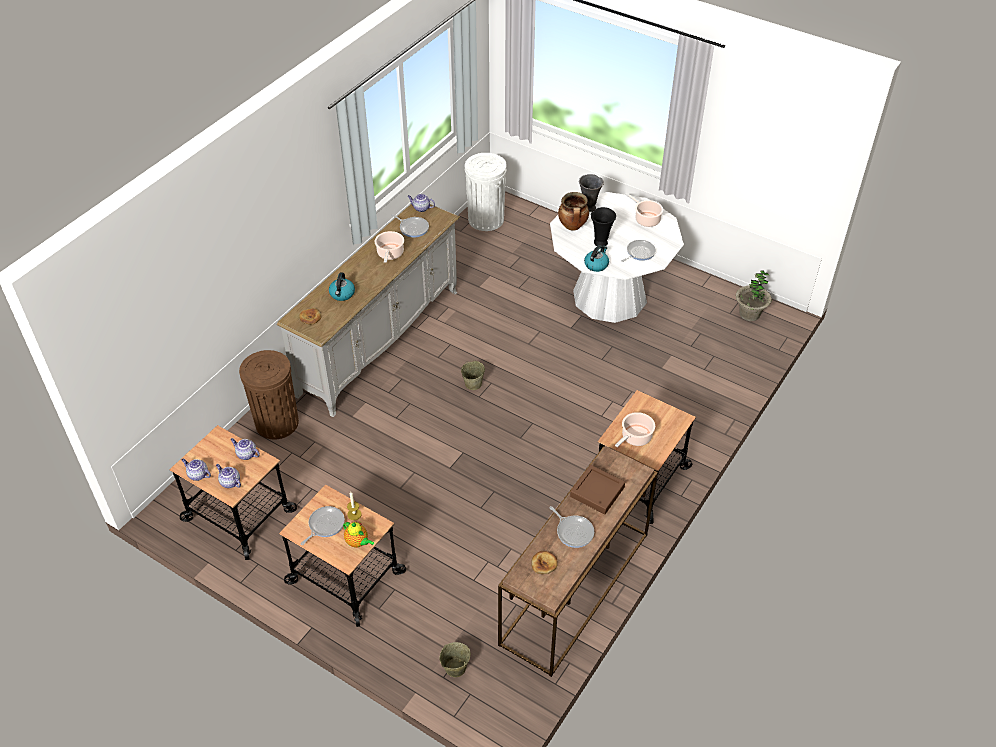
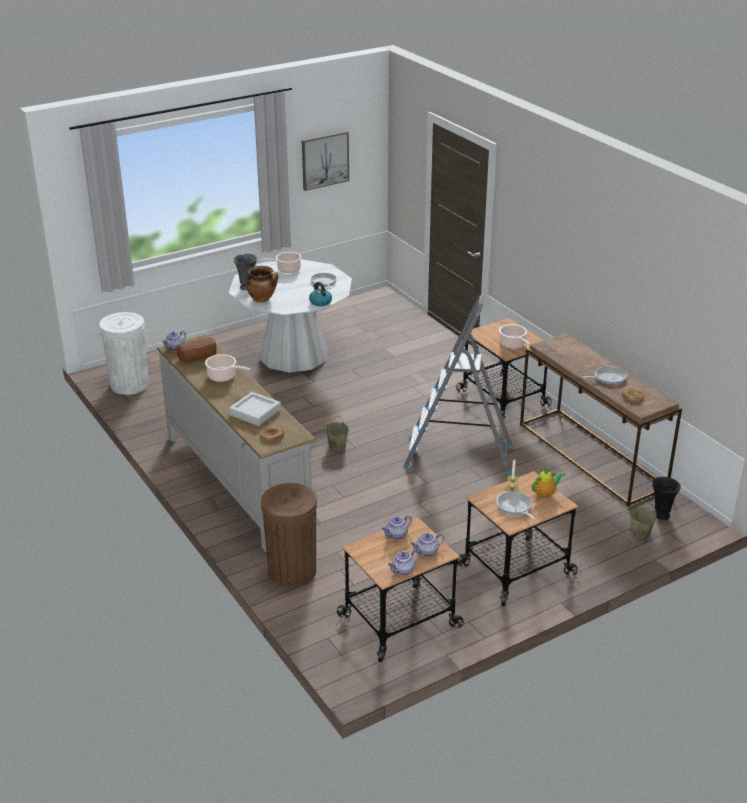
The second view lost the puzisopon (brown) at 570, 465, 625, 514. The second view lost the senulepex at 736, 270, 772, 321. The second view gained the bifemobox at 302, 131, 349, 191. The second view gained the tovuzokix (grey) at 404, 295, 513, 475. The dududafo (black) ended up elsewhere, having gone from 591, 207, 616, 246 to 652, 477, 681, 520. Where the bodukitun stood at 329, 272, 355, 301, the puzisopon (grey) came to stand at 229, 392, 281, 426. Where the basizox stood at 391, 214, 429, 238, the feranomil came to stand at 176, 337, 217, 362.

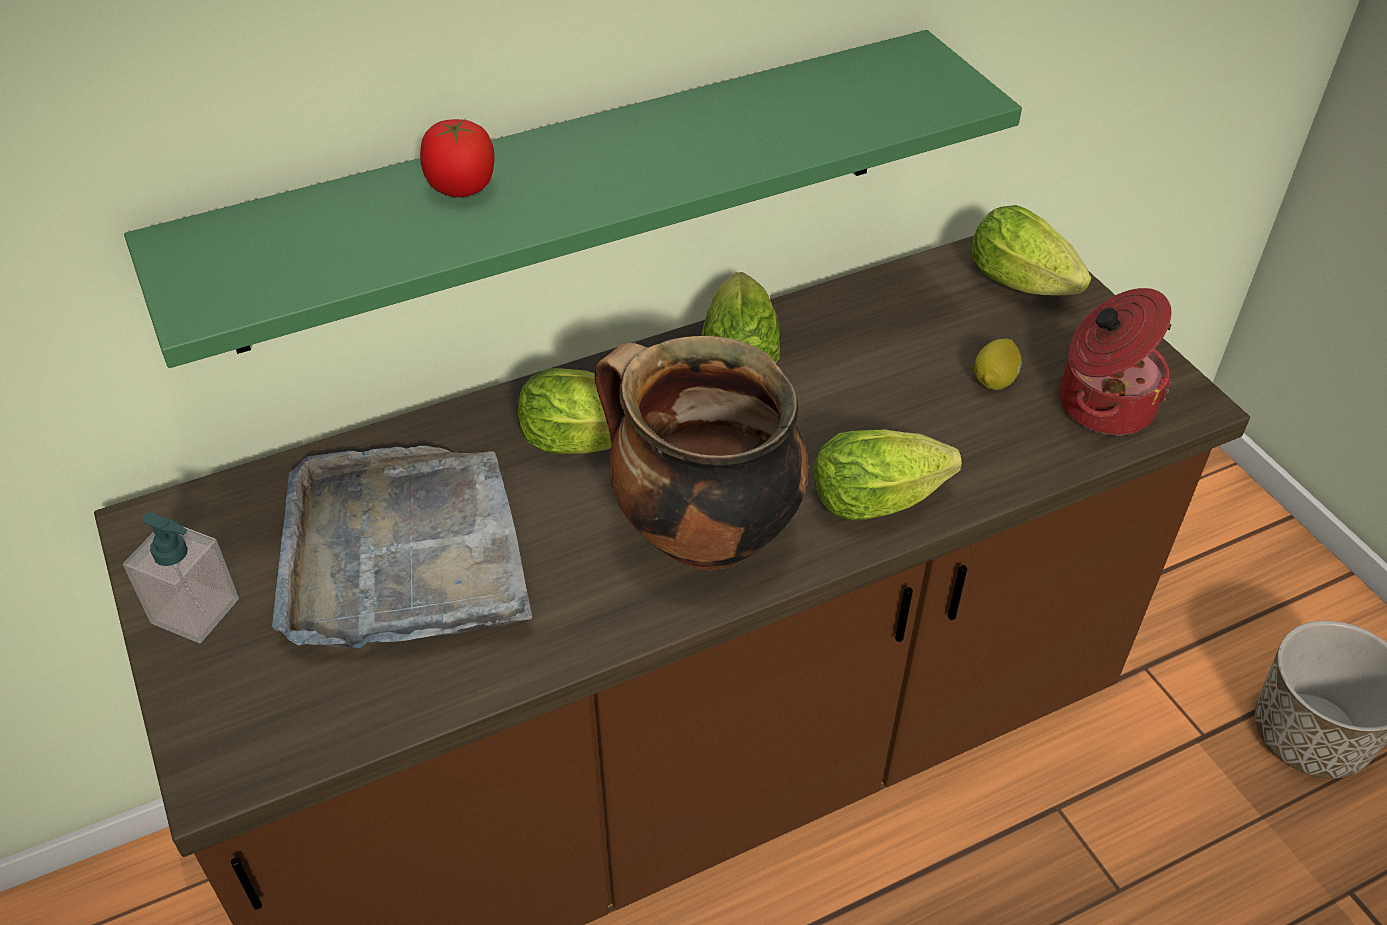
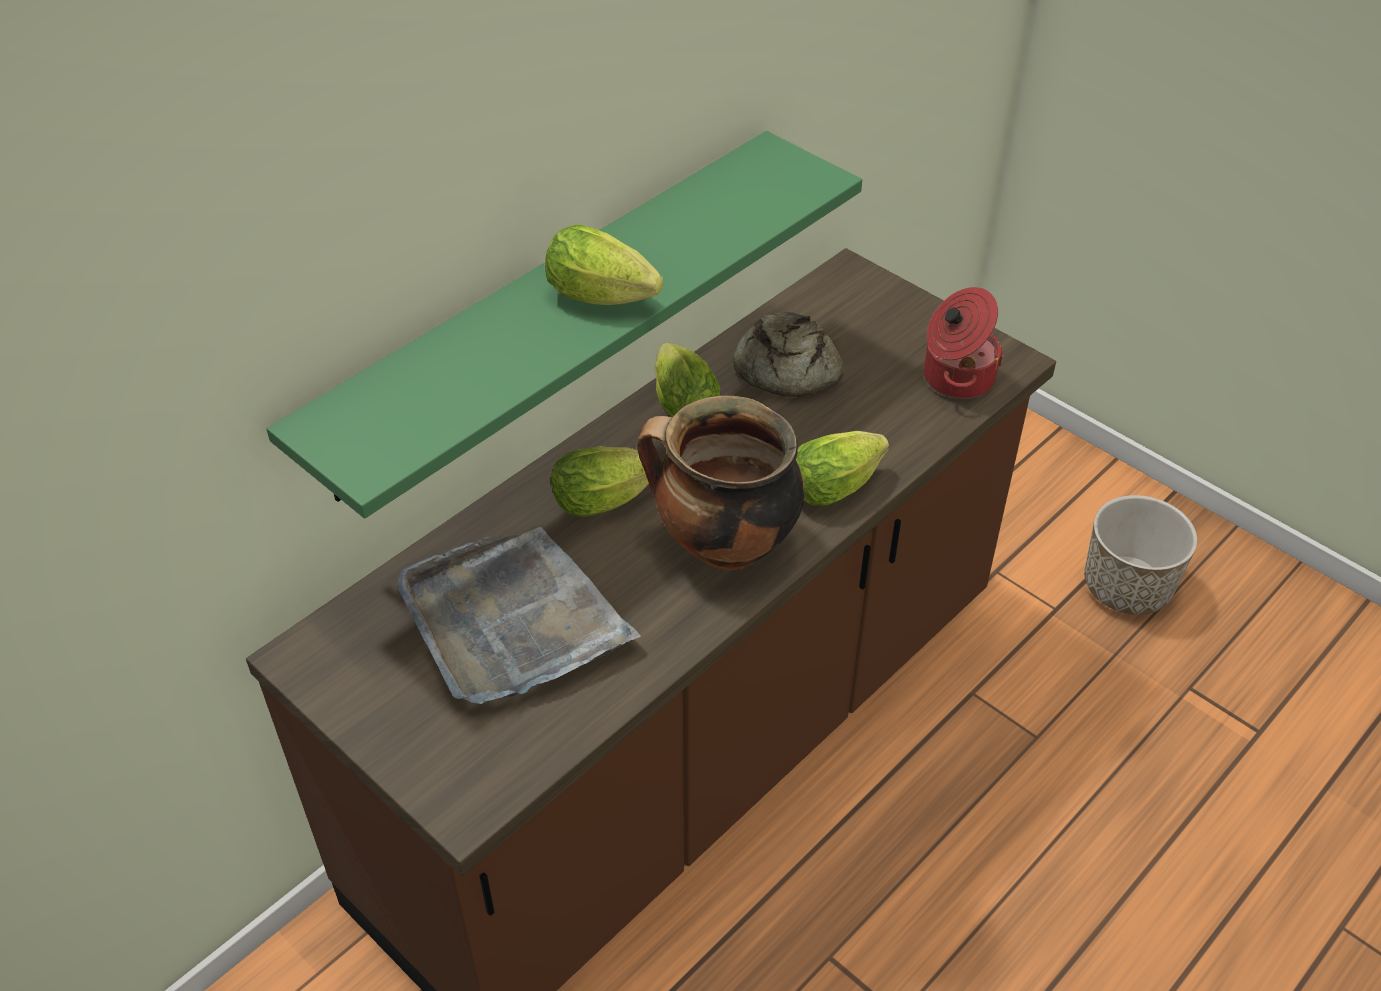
The second view lost the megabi at 123, 512, 239, 643. The second view lost the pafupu at 420, 119, 495, 197. The second view lost the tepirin at 974, 339, 1022, 390. The second view gained the feranomil at 733, 312, 844, 397. The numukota ended up elsewhere, having gone from 971, 205, 1091, 296 to 545, 224, 663, 305.

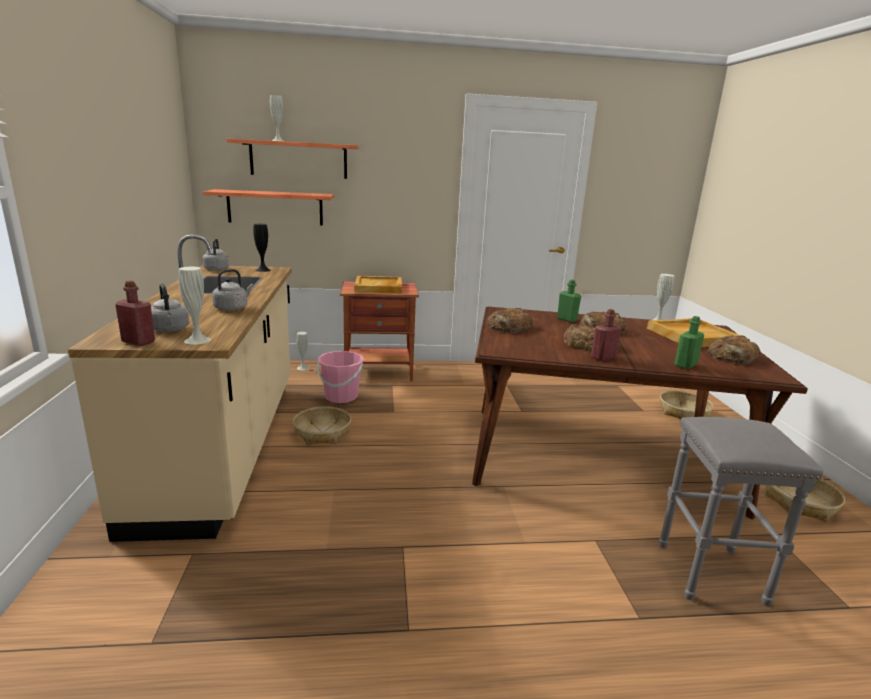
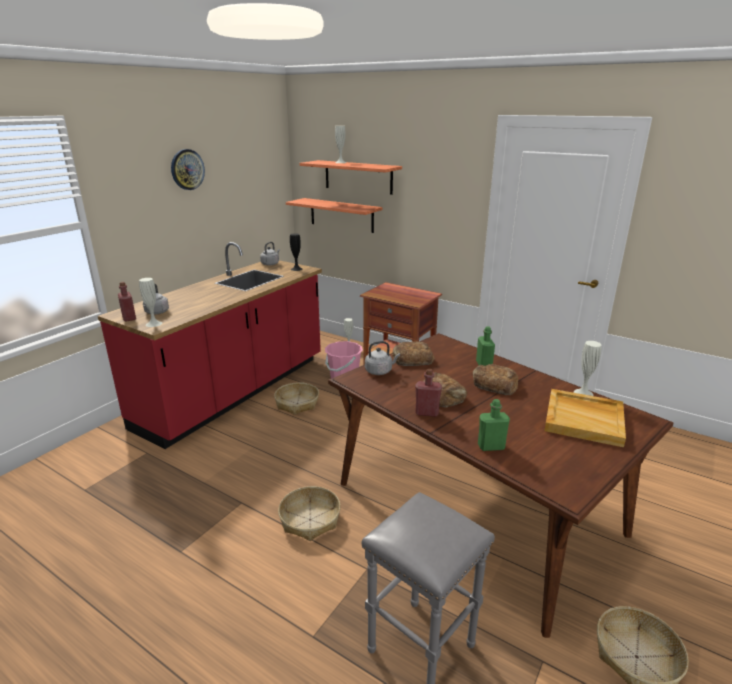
The second view lost the puzisopon (beige) at 354, 276, 402, 293. The second view lost the feranomil at 708, 335, 760, 365. The second view gained the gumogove at 171, 149, 205, 190. The bodukitun (grey) ended up elsewhere, having gone from 212, 269, 253, 311 to 365, 341, 400, 375. The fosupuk ended up elsewhere, having gone from 660, 391, 714, 419 to 278, 486, 341, 541. What was the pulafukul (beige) at 68, 235, 292, 542 turned into the pulafukul (red) at 98, 242, 322, 449.

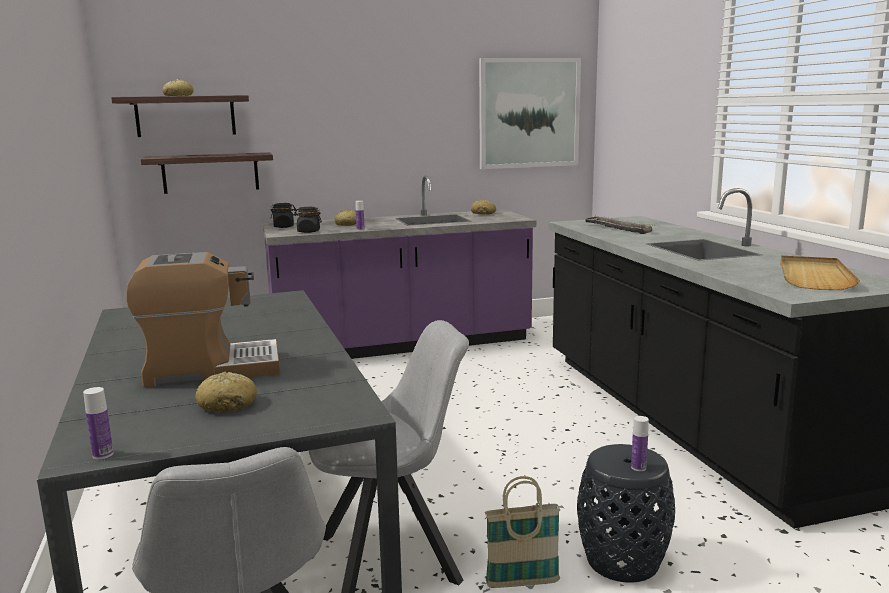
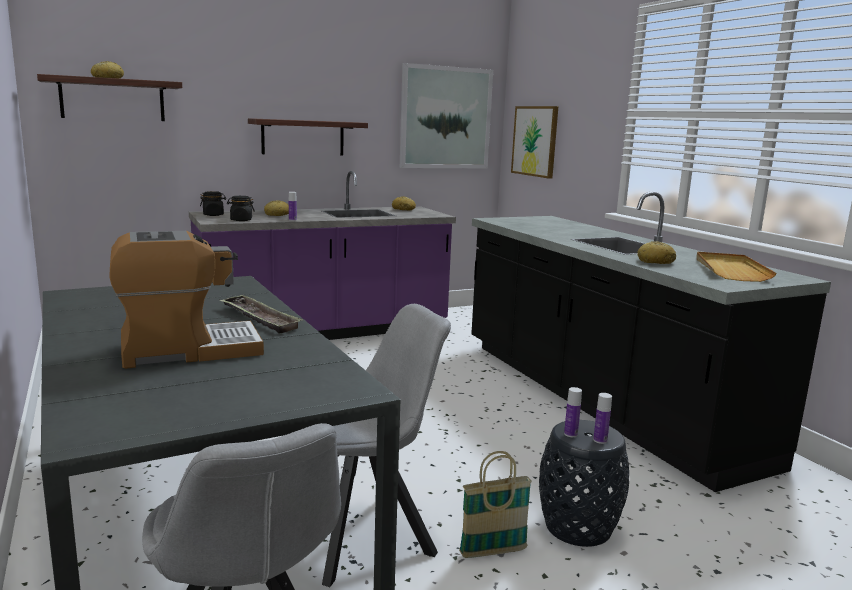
The second view gained the bifemobox at 511, 106, 559, 179. The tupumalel ended up elsewhere, having gone from 83, 387, 113, 459 to 564, 387, 582, 437. The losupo ended up elsewhere, having gone from 141, 152, 273, 194 to 248, 118, 368, 155. The feranomil ended up elsewhere, having gone from 195, 372, 257, 412 to 637, 241, 676, 264. The puzisopon ended up elsewhere, having gone from 585, 216, 655, 234 to 220, 295, 303, 334.

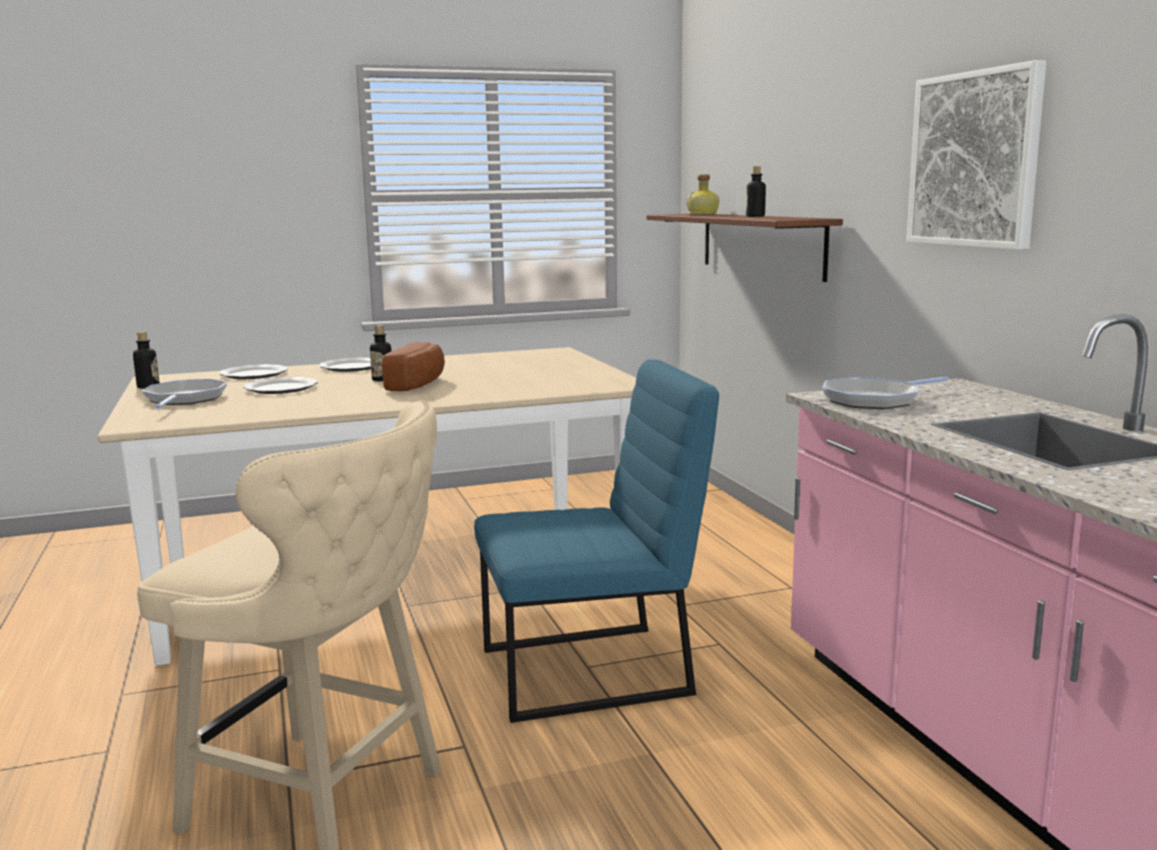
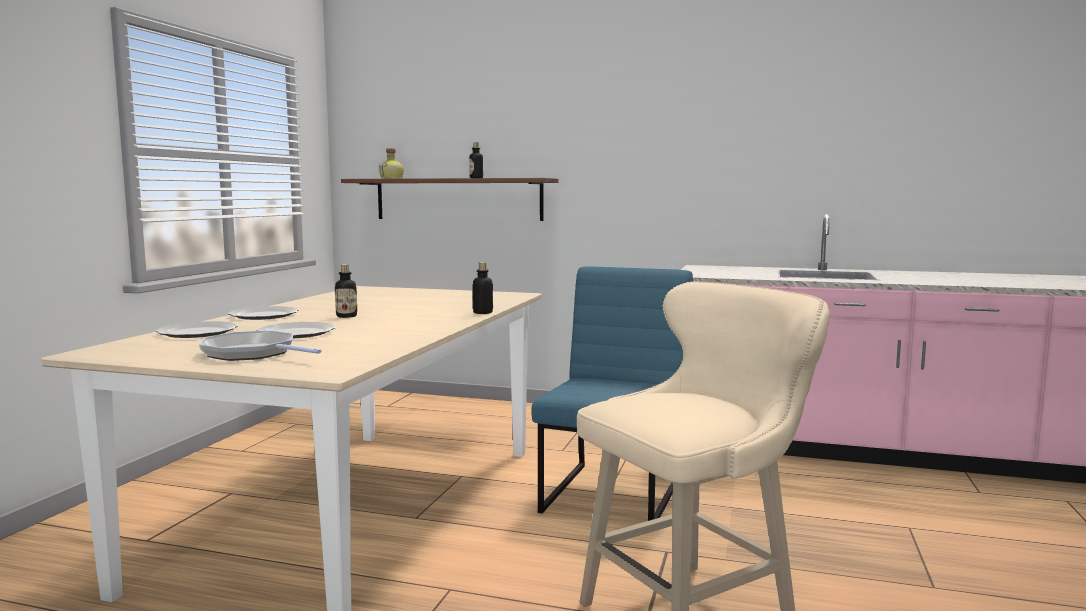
The second view lost the feranomil at 382, 342, 445, 391. The second view lost the basizox at 822, 377, 949, 409. The second view lost the bifemobox at 906, 60, 1046, 250. The tupumalel ended up elsewhere, having gone from 133, 332, 160, 389 to 472, 262, 493, 314.

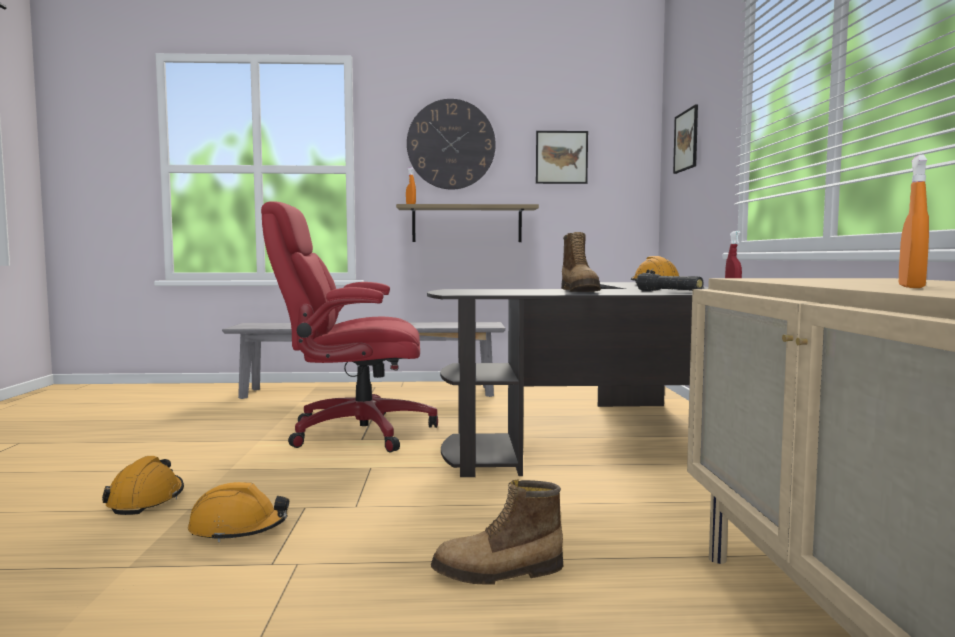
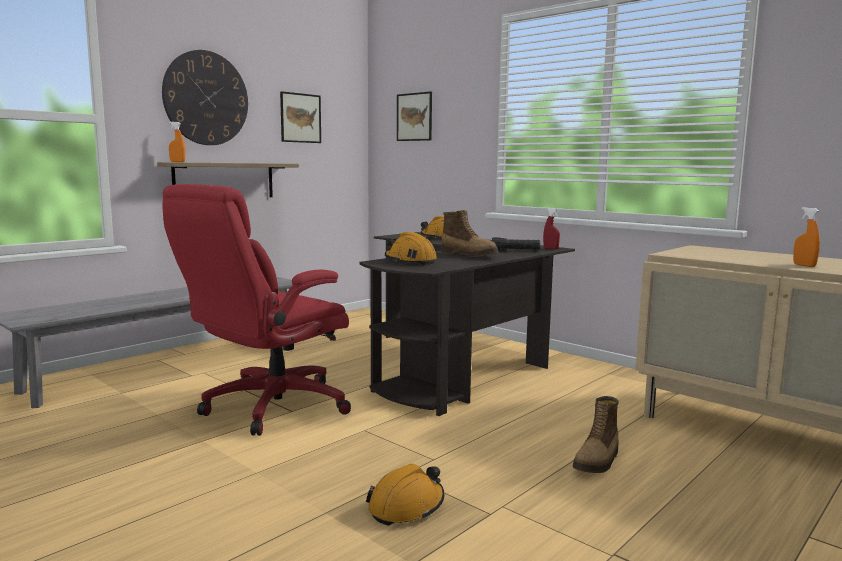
The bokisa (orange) ended up elsewhere, having gone from 102, 456, 184, 515 to 385, 232, 437, 265.

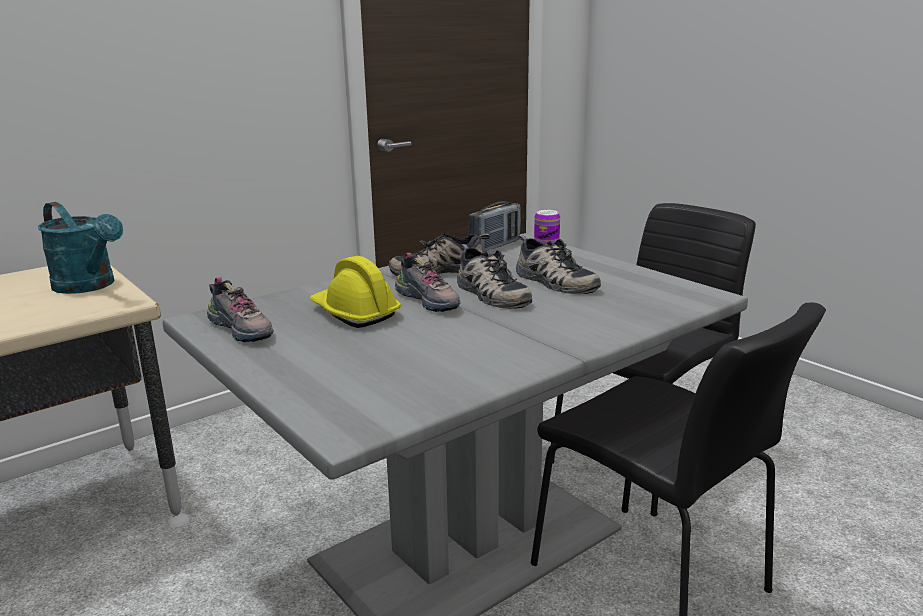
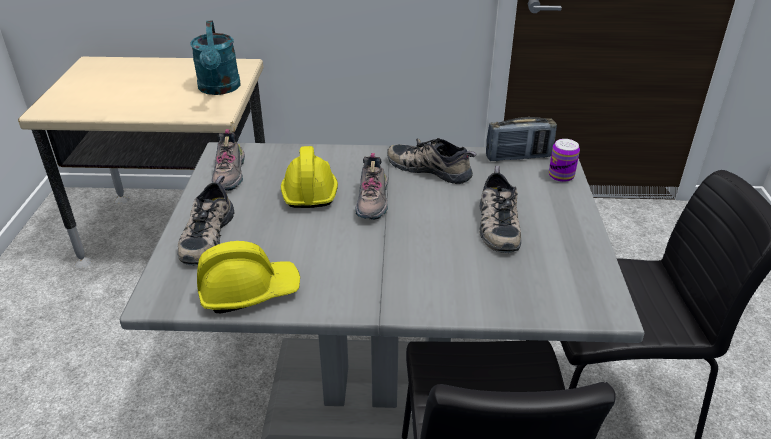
The second view gained the bokisa (yellow) at 197, 241, 300, 313. The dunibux ended up elsewhere, having gone from 457, 244, 532, 309 to 178, 176, 234, 266.

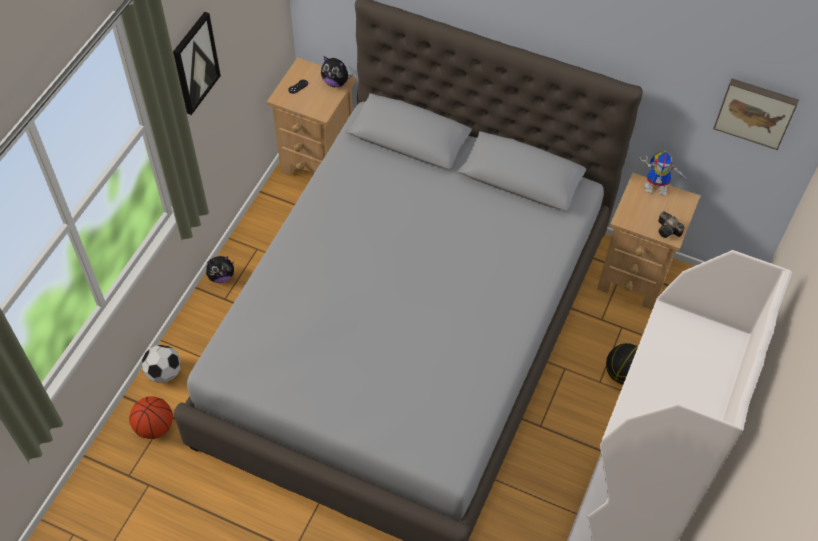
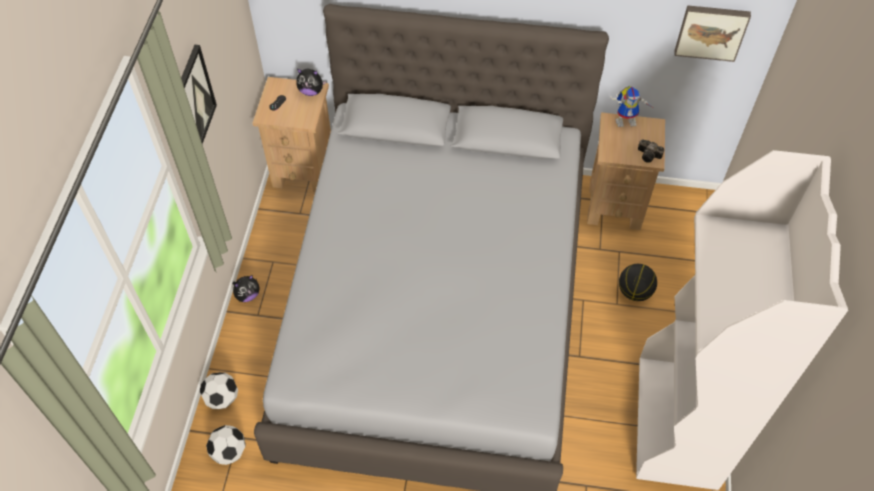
Where the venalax stood at 129, 396, 173, 439, the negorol came to stand at 206, 425, 246, 465.

